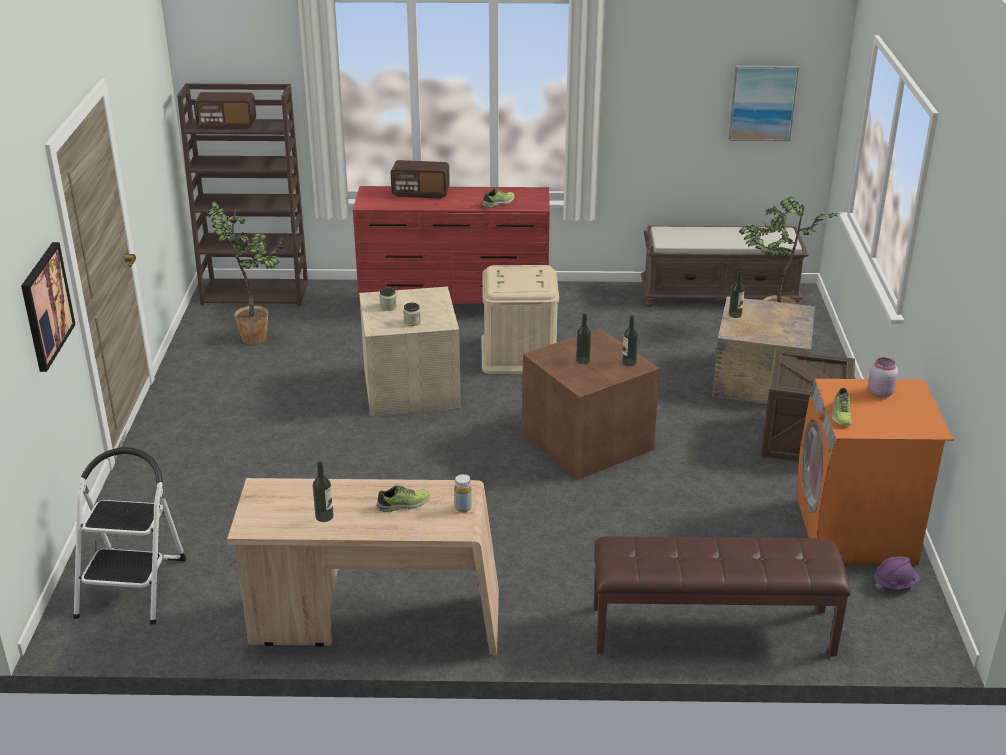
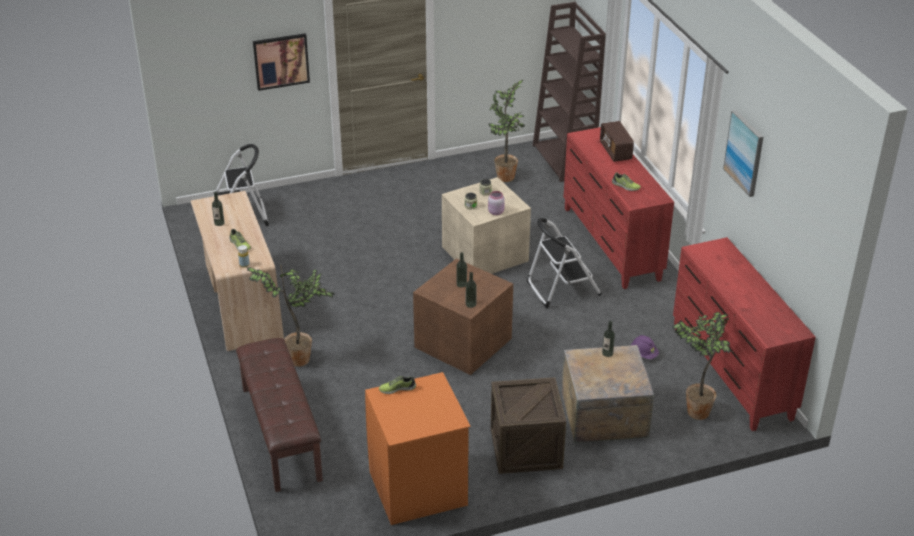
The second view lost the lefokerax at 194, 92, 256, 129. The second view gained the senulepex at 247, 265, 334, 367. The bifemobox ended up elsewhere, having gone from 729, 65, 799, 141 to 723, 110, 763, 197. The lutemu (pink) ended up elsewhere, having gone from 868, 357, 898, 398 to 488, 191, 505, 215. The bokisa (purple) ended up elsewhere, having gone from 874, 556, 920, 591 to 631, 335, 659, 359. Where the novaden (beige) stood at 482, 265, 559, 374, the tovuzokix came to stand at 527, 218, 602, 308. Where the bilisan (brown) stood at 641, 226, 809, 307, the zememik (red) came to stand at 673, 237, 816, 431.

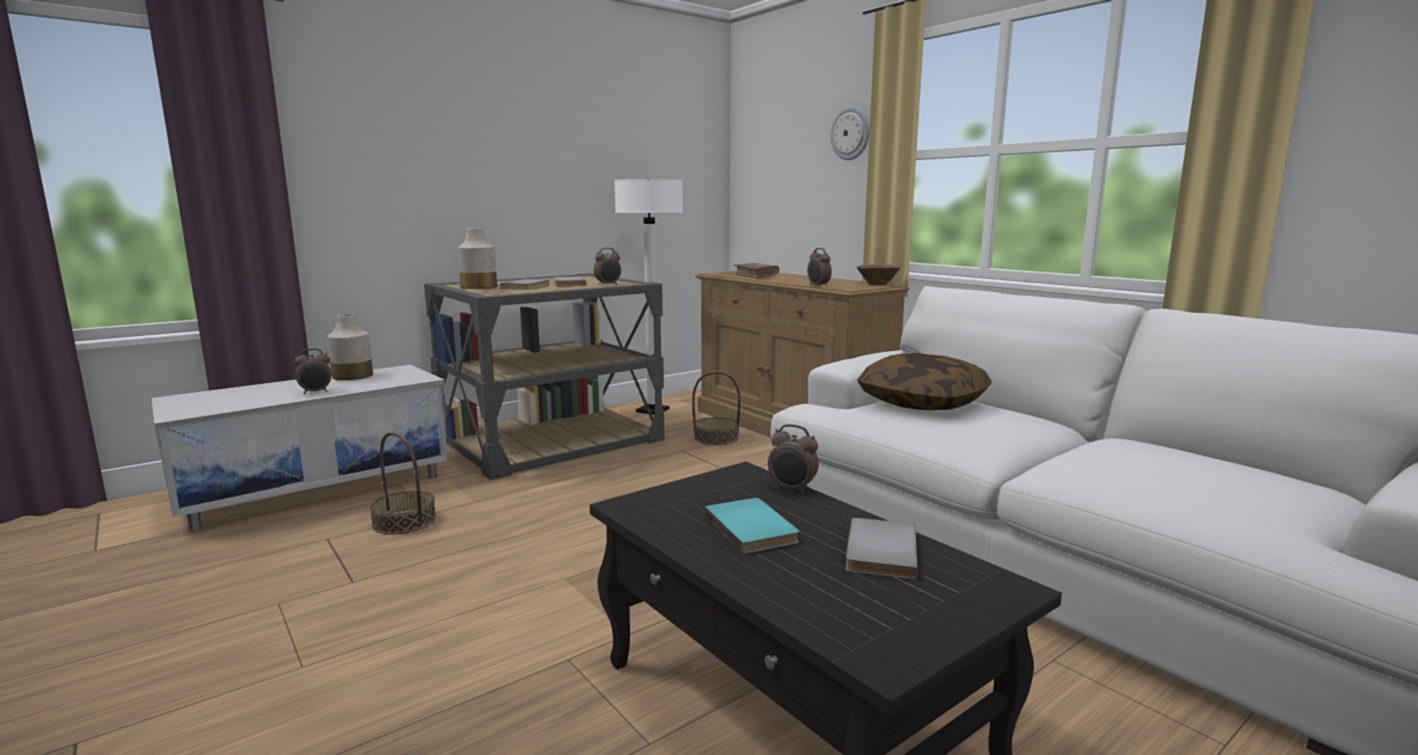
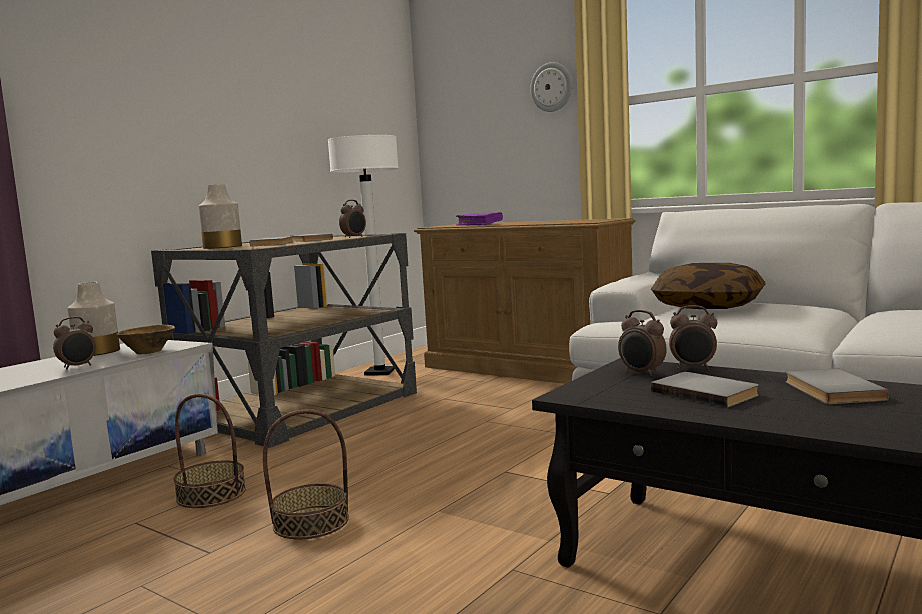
The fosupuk ended up elsewhere, having gone from 692, 371, 740, 445 to 263, 409, 349, 540. The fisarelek ended up elsewhere, having gone from 807, 248, 832, 288 to 618, 310, 667, 376. The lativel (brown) ended up elsewhere, having gone from 857, 264, 901, 285 to 116, 325, 175, 354. What was the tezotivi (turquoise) at 705, 498, 799, 554 turned into the tezotivi (grey) at 651, 372, 759, 407. What was the tezotivi (brown) at 734, 263, 779, 279 turned into the tezotivi (purple) at 456, 212, 503, 226.

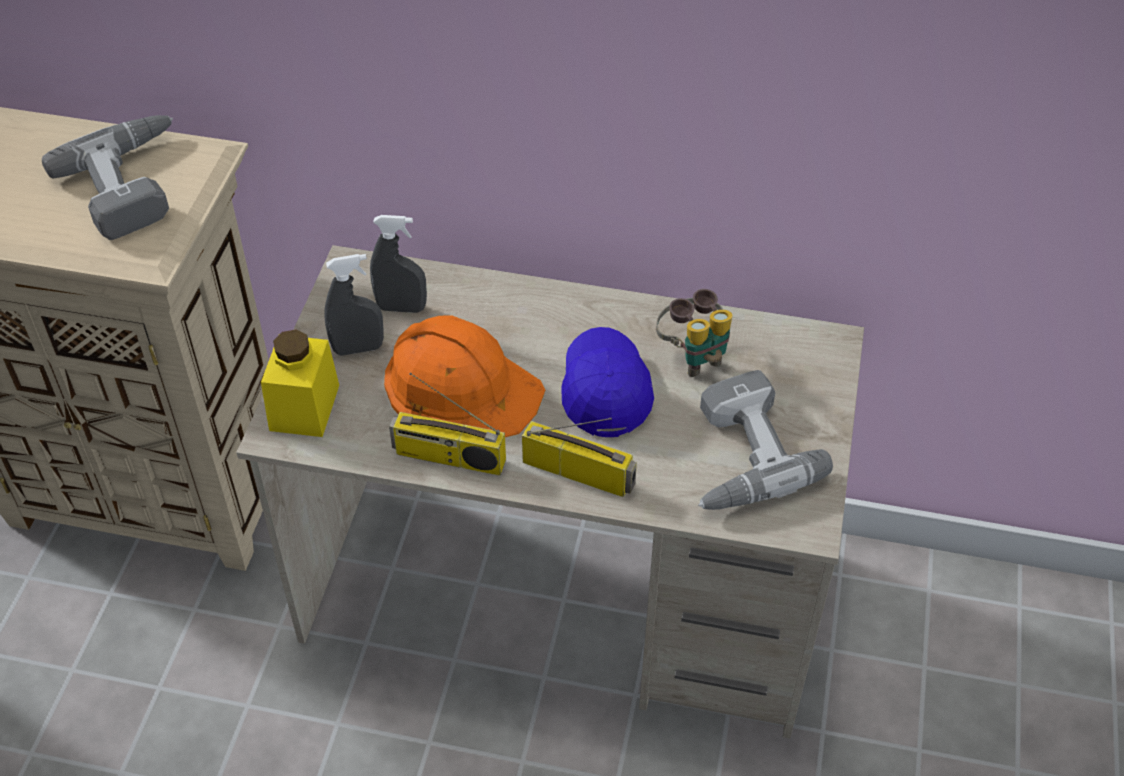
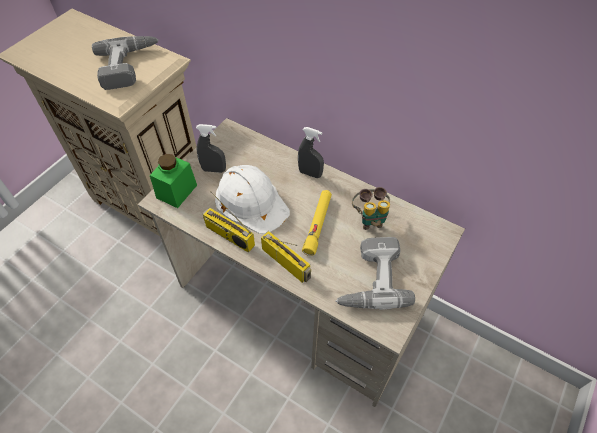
The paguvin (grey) ended up elsewhere, having gone from 370, 215, 427, 313 to 298, 127, 324, 178. Where the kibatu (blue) stood at 561, 327, 654, 437, the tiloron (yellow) came to stand at 302, 190, 332, 256. What was the lutemu (yellow) at 261, 330, 339, 437 turned into the lutemu (green) at 150, 154, 197, 208. What was the bokisa (orange) at 384, 315, 546, 437 turned into the bokisa (white) at 215, 165, 290, 234.

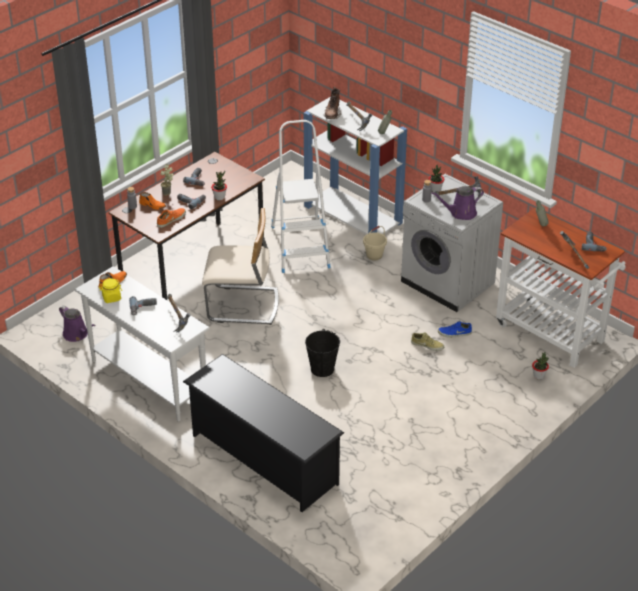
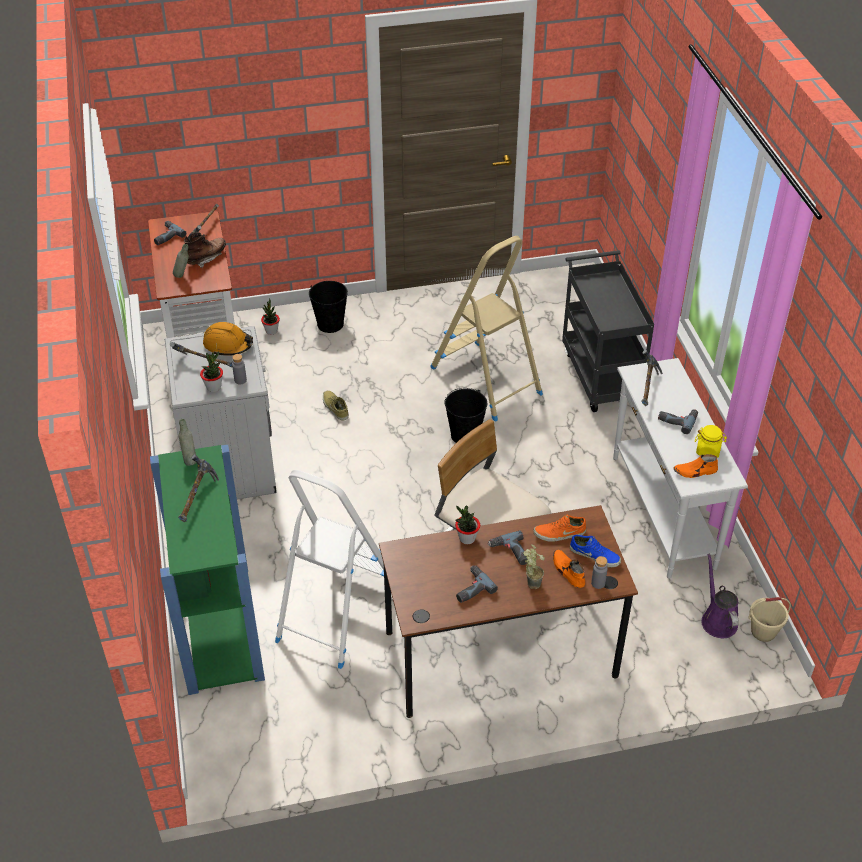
The second view gained the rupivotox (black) at 309, 281, 348, 333. The second view gained the tovuzokix (beige) at 430, 236, 543, 421. The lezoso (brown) ended up elsewhere, having gone from 323, 87, 342, 119 to 184, 233, 226, 268. The rupivotox (beige) ended up elsewhere, having gone from 363, 226, 387, 260 to 748, 597, 791, 642. The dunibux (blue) ended up elsewhere, having gone from 438, 321, 472, 338 to 570, 535, 621, 567. Where the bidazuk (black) stood at 183, 354, 344, 512, the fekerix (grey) came to stand at 562, 250, 654, 412. Where the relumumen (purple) stood at 431, 186, 484, 220, the bokisa (orange) came to stand at 203, 322, 253, 356. What was the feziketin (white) at 304, 97, 407, 234 turned into the feziketin (green) at 150, 445, 265, 695.

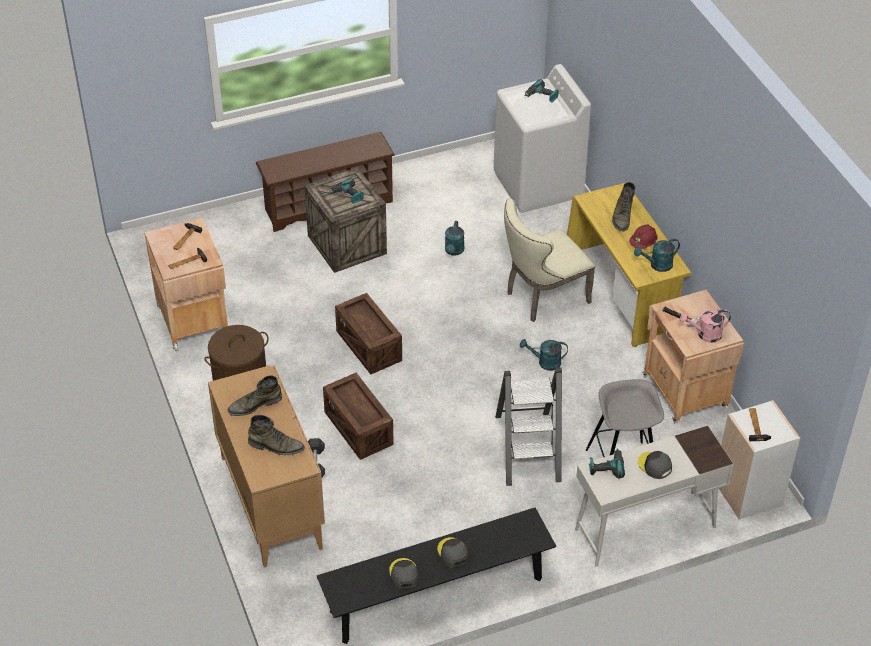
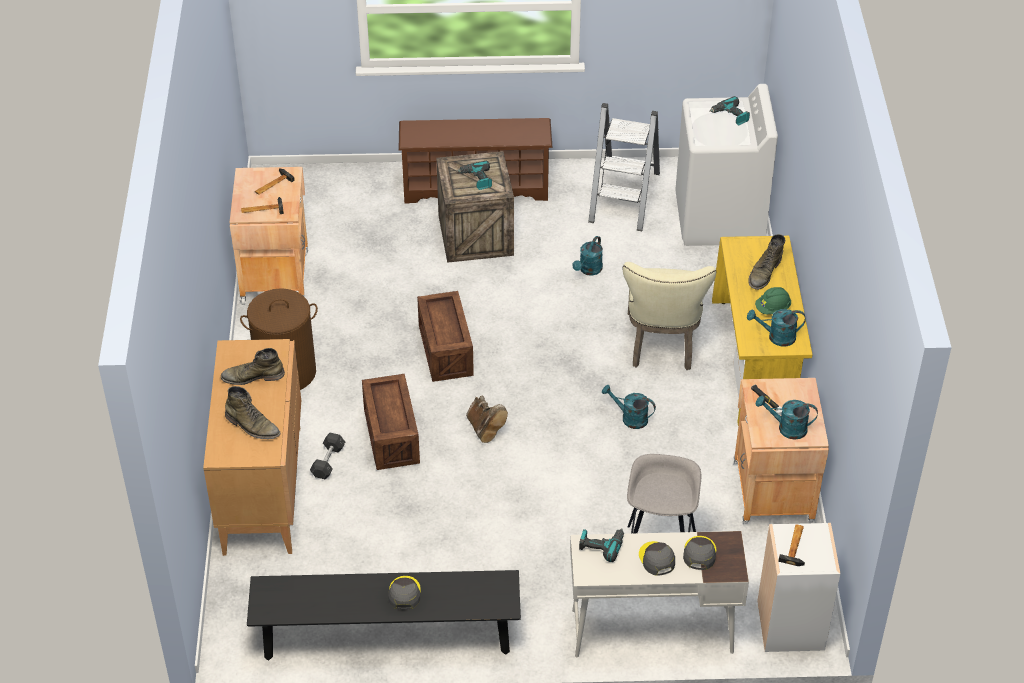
The second view gained the lezoso (brown) at 466, 396, 508, 443. The kibatu (grey) ended up elsewhere, having gone from 389, 558, 419, 589 to 683, 536, 716, 570. The tovuzokix (grey) ended up elsewhere, having gone from 495, 368, 562, 486 to 588, 103, 660, 231. What was the bokisa (red) at 629, 224, 658, 249 turned into the bokisa (green) at 755, 287, 791, 315. What was the relumumen (pink) at 680, 309, 731, 343 turned into the relumumen (turquoise) at 756, 396, 818, 440. The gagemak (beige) at 504, 198, 595, 322 ended up facing another way, 75 degrees counterclockwise from before.

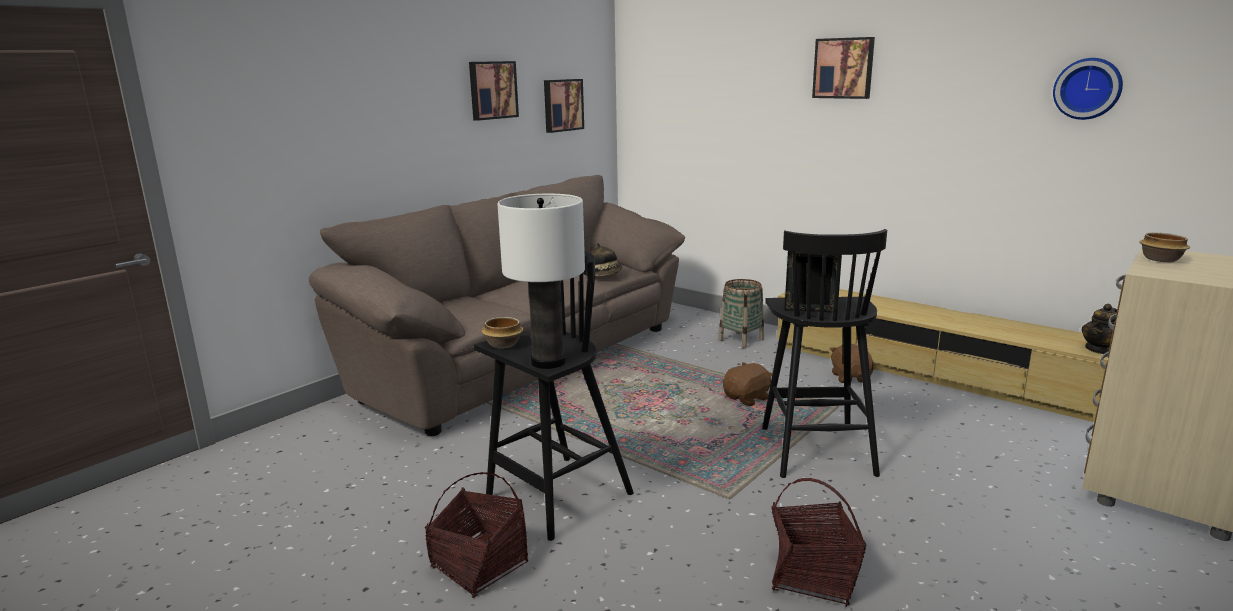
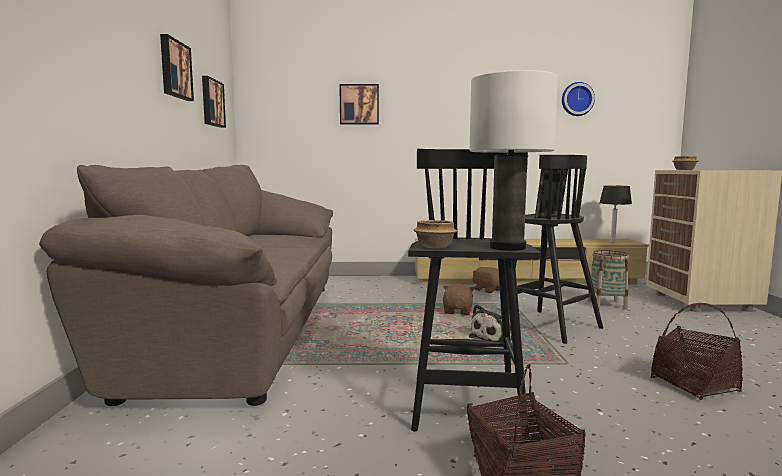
The second view lost the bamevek at 590, 243, 623, 276. The second view gained the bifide at 469, 304, 512, 342. The fosupuk ended up elsewhere, having gone from 718, 279, 764, 348 to 587, 250, 629, 310. The bifemobox ended up elsewhere, having gone from 812, 37, 875, 99 to 339, 84, 379, 124. Where the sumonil stood at 1081, 303, 1117, 354, the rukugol came to stand at 600, 186, 632, 243.

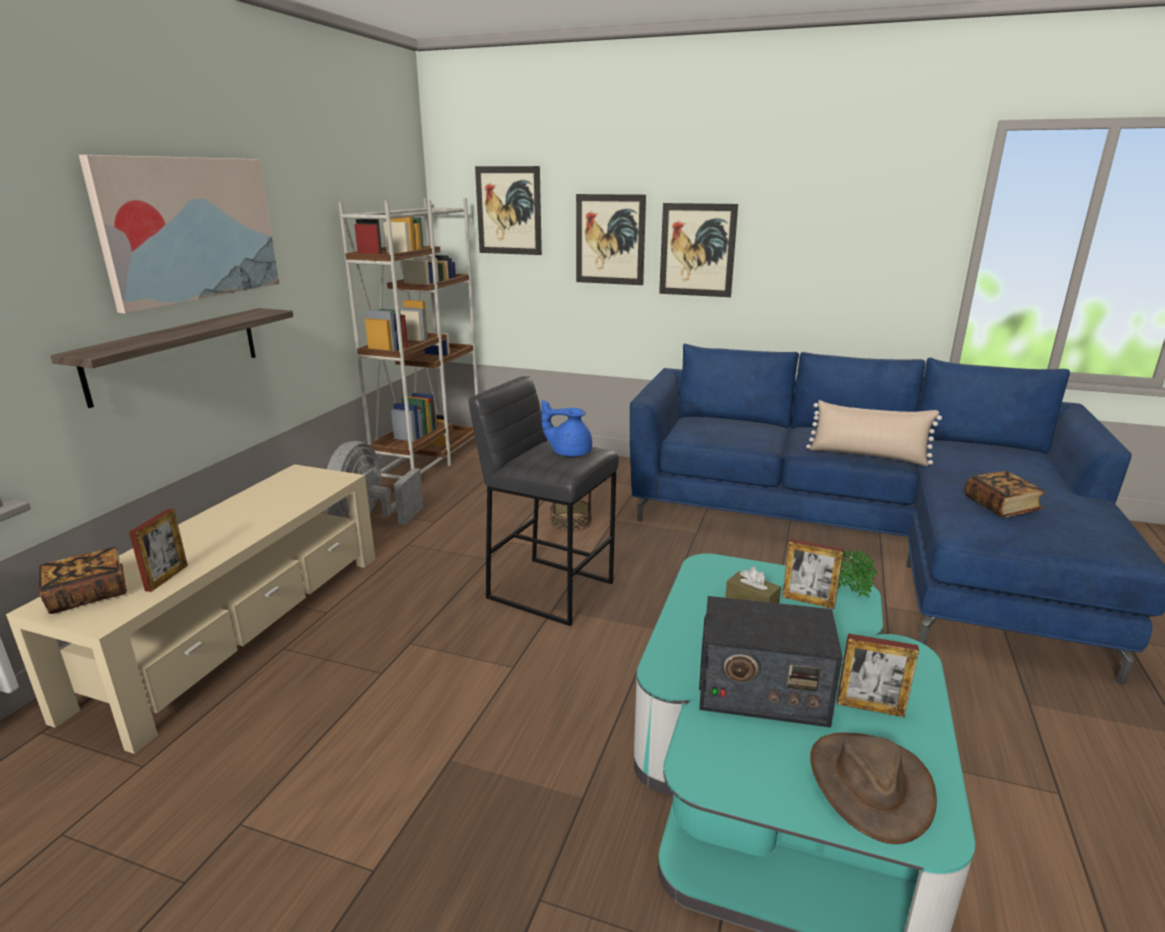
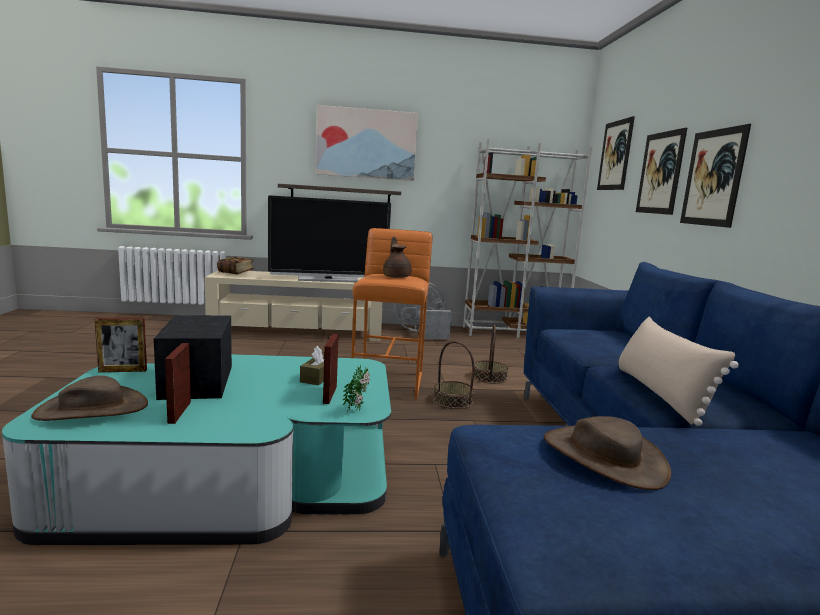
The second view gained the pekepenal at 268, 195, 391, 282. The second view gained the fosupuk at 434, 341, 475, 409. The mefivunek ended up elsewhere, having gone from 129, 509, 188, 592 to 95, 318, 147, 372. Where the tezotivi stood at 965, 471, 1046, 518, the bamevek (brown) came to stand at 544, 416, 671, 490. What was the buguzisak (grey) at 469, 376, 619, 626 turned into the buguzisak (orange) at 351, 228, 432, 399. What was the sumonil (blue) at 541, 400, 592, 457 turned into the sumonil (brown) at 383, 236, 412, 278.

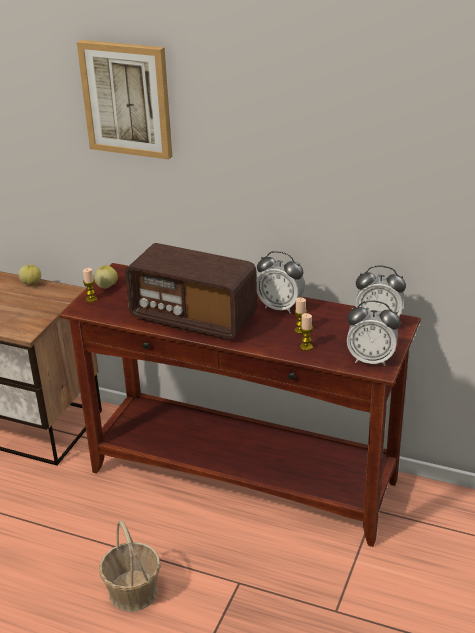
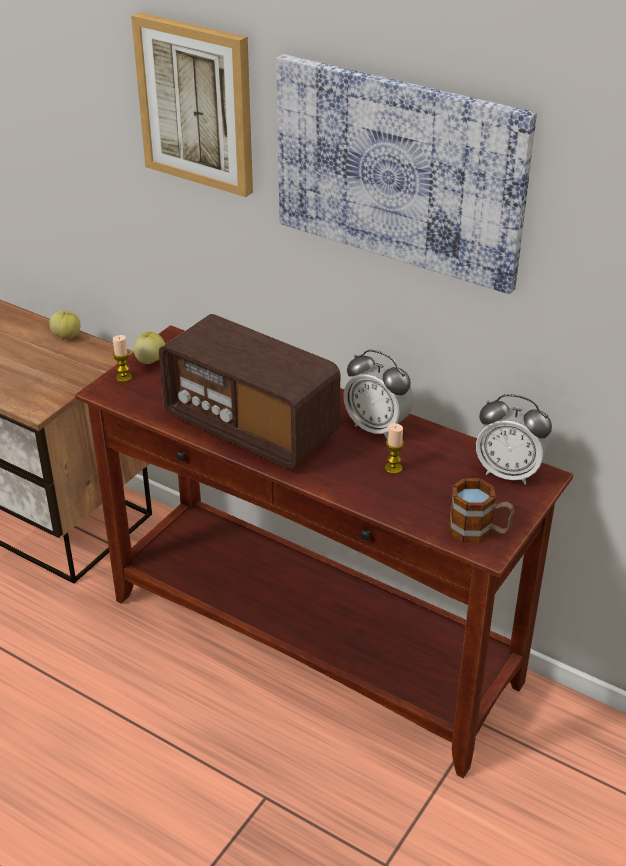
The second view lost the fosupuk at 99, 520, 161, 612. The second view lost the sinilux at 300, 313, 313, 351. The second view gained the bifemobox at 276, 54, 537, 294. Where the fisarelek stood at 347, 300, 400, 366, the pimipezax came to stand at 449, 478, 514, 543.

